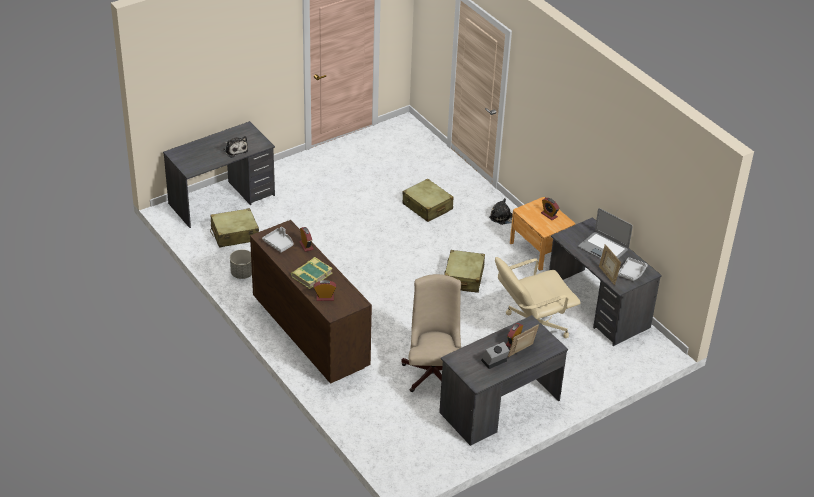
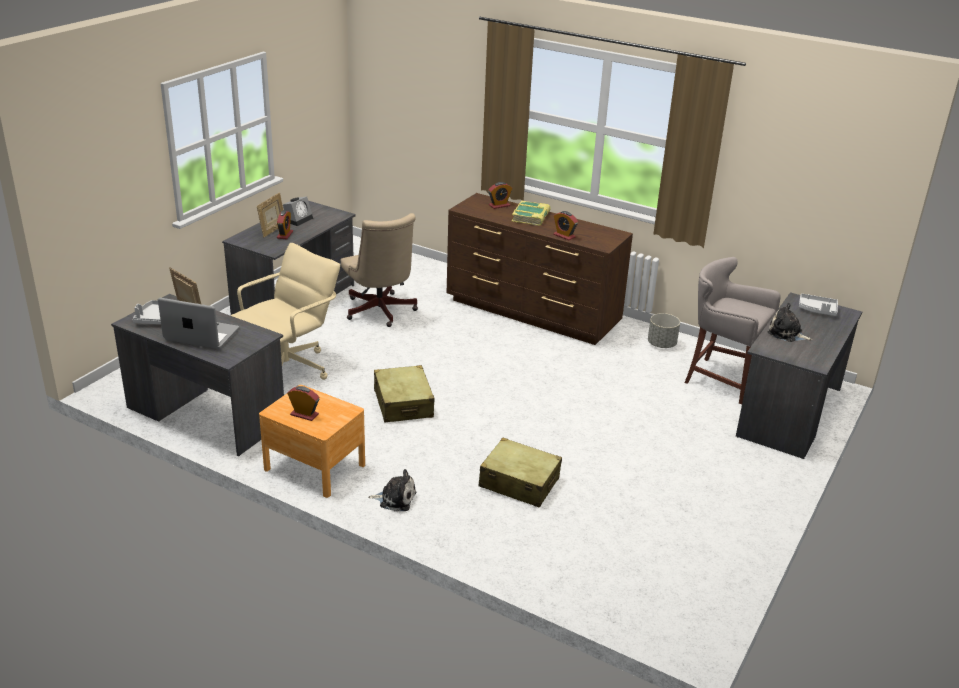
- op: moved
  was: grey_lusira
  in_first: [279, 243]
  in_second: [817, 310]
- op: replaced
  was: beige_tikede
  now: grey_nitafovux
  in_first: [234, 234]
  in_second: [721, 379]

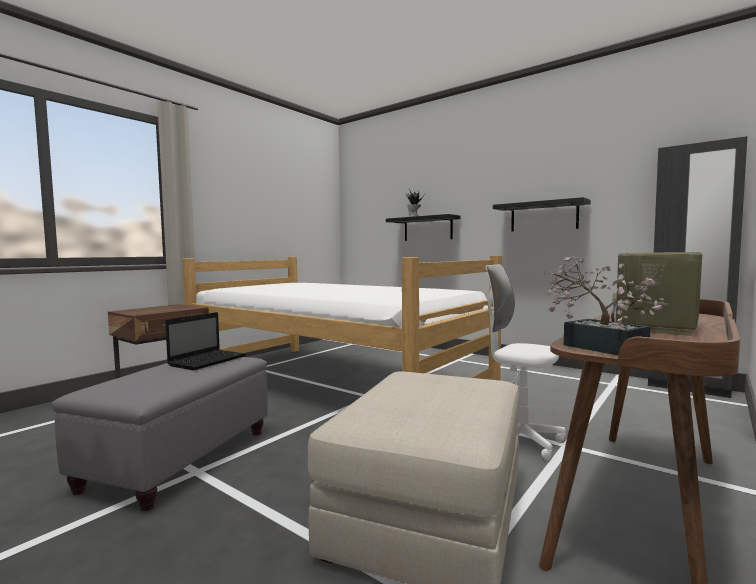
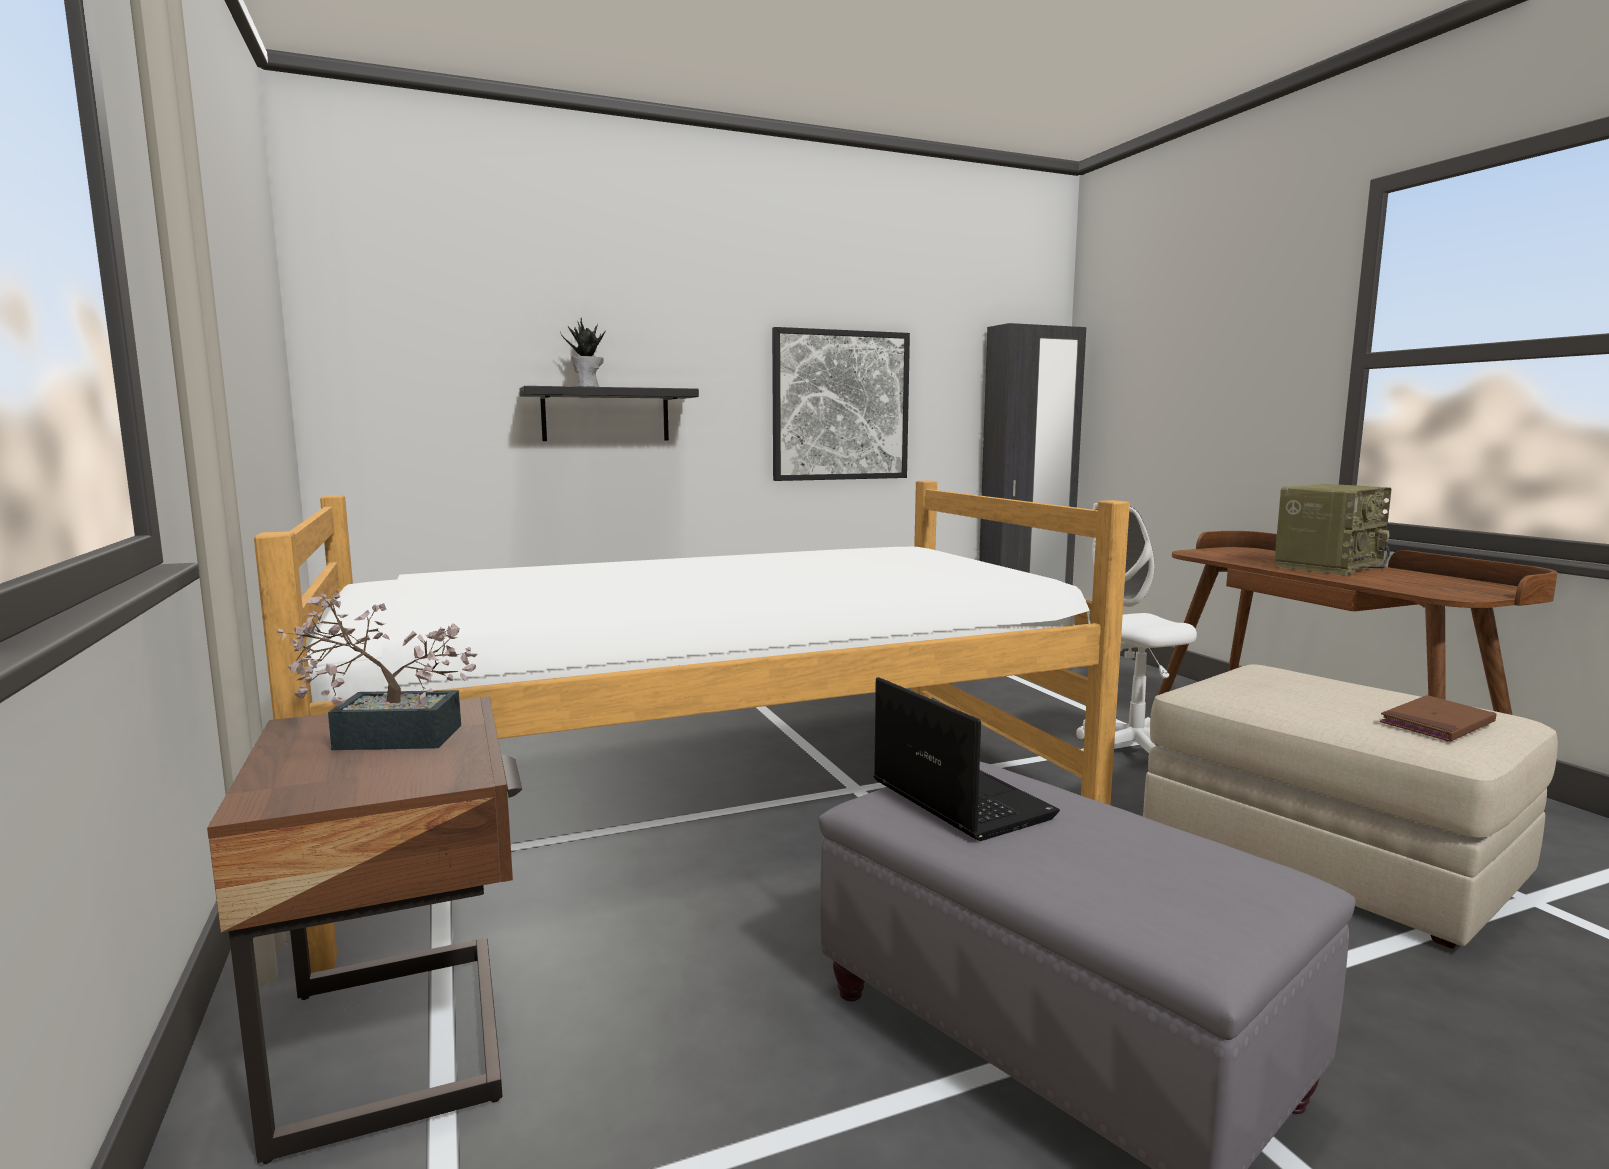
- op: added
  now: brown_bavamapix
  in_second: [1437, 724]
- op: moved
  was: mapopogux
  in_first: [596, 346]
  in_second: [384, 737]
- op: replaced
  was: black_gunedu
  now: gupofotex
  in_first: [543, 216]
  in_second: [840, 405]
- op: turned
  was: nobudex
  in_first: [658, 327]
  in_second: [1327, 567]
  clockwise: -105

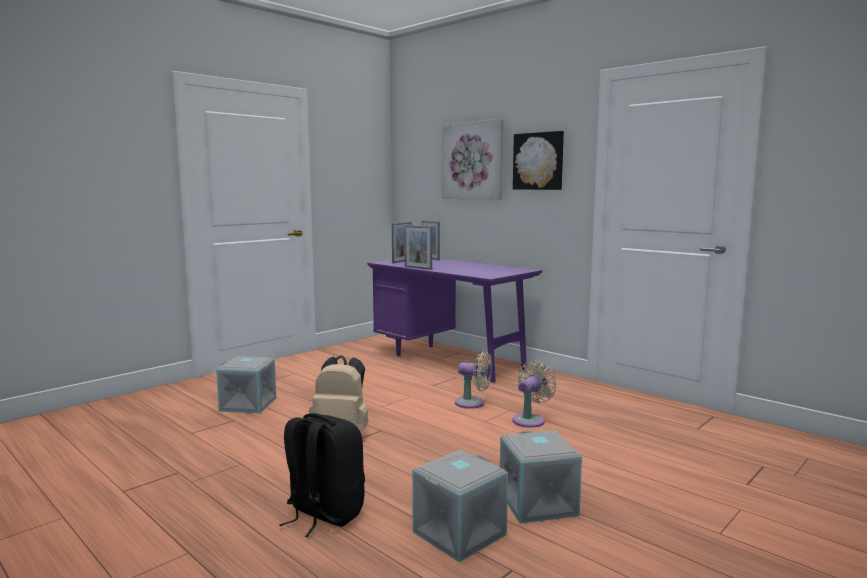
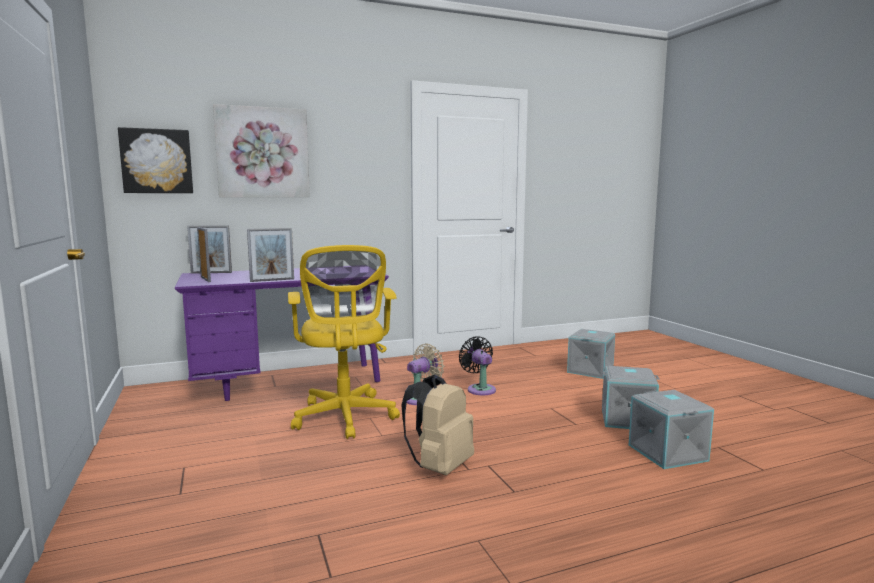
- op: removed
  was: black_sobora
  in_first: [323, 514]
- op: added
  now: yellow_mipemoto
  in_second: [345, 418]
- op: moved
  was: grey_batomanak
  in_first: [249, 404]
  in_second: [589, 370]
- op: moved
  was: gupofotex
  in_first: [539, 161]
  in_second: [157, 161]
- op: recoloured
  was: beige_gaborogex
  now: black_gaborogex
  in_first: [530, 420]
  in_second: [480, 389]

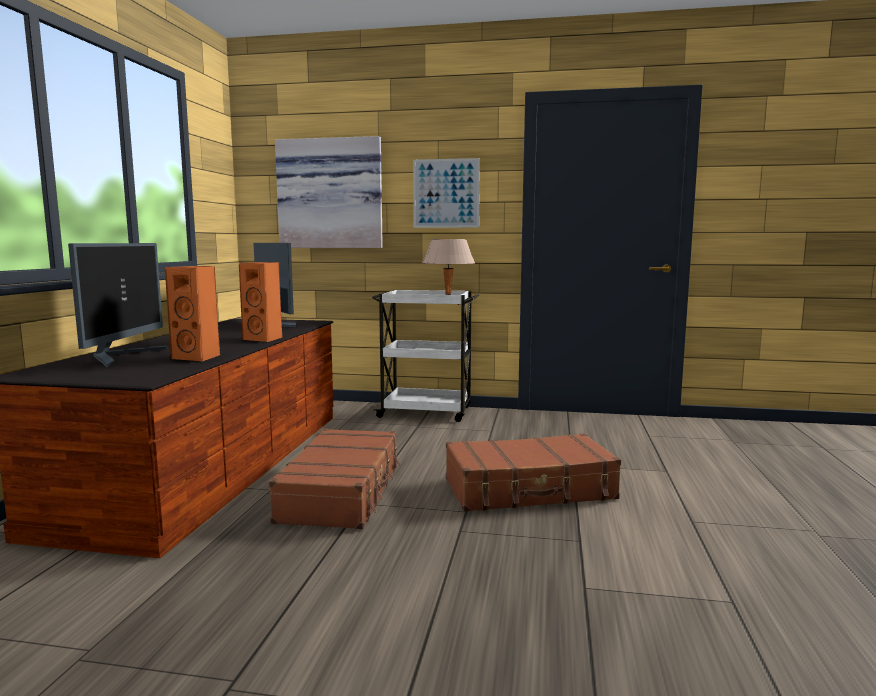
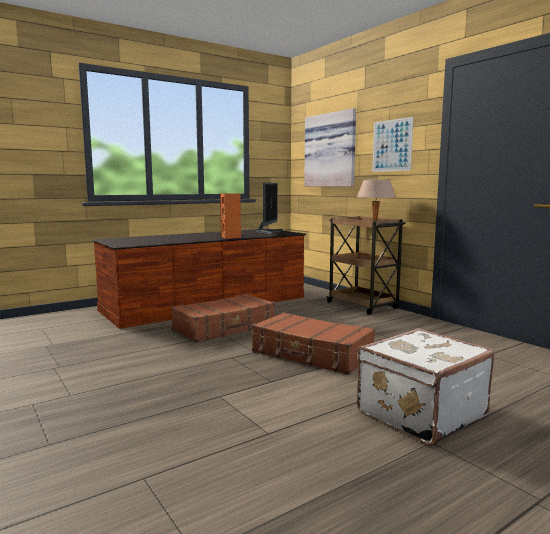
- op: removed
  was: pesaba
  in_first: [122, 356]
- op: removed
  was: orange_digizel
  in_first: [198, 357]
- op: added
  now: white_tikede
  in_second: [419, 413]
- op: recoloured
  was: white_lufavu
  now: brown_lufavu
  in_first: [427, 412]
  in_second: [363, 306]

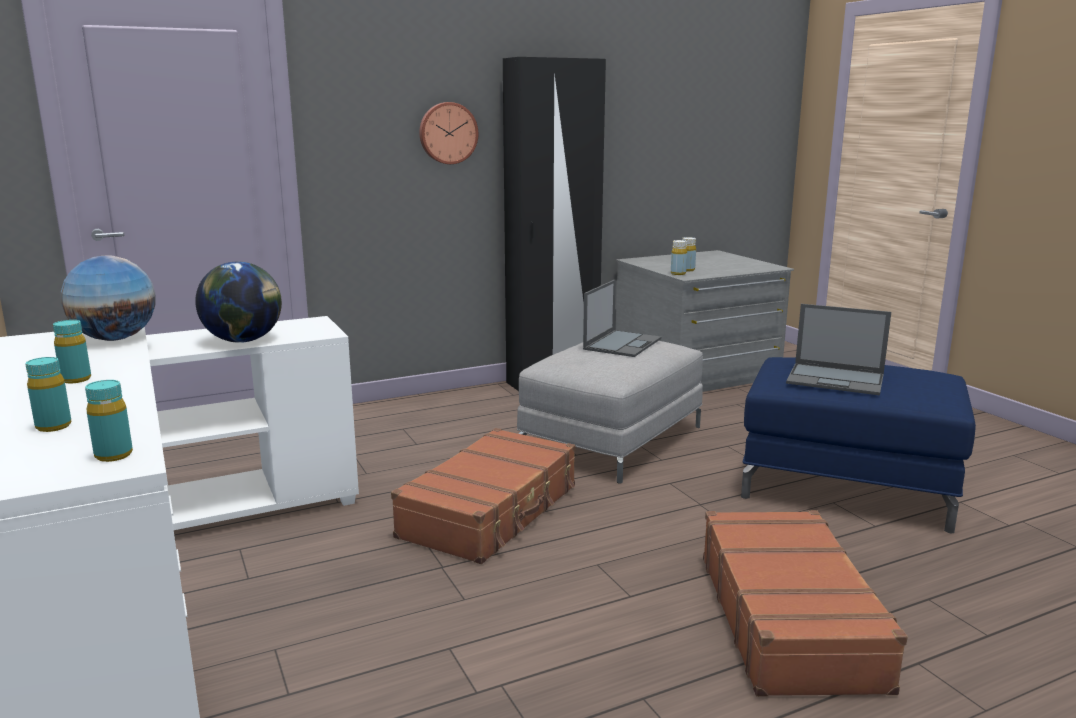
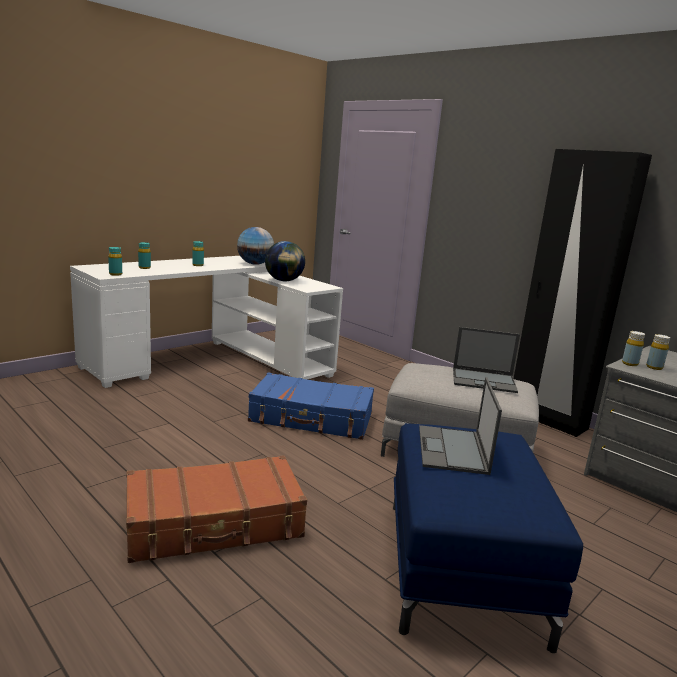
- op: removed
  was: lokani
  in_first: [447, 133]
- op: recoloured
  was: brown_tikede
  now: blue_tikede
  in_first: [491, 511]
  in_second: [311, 418]

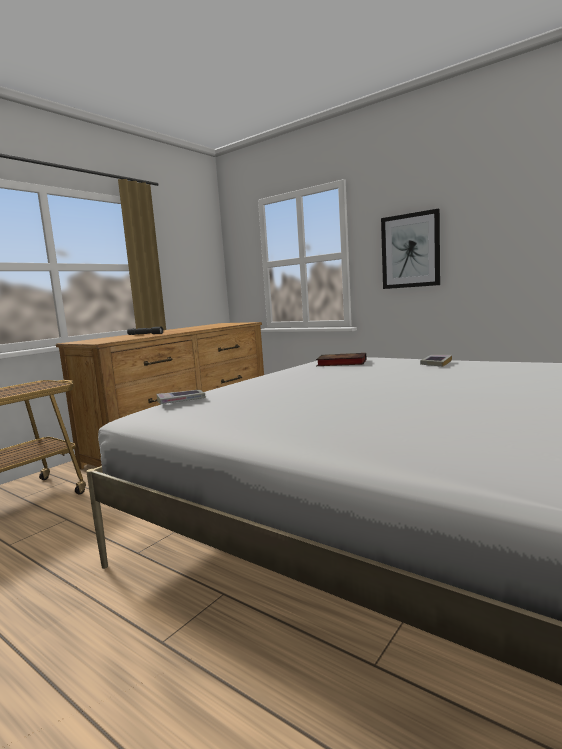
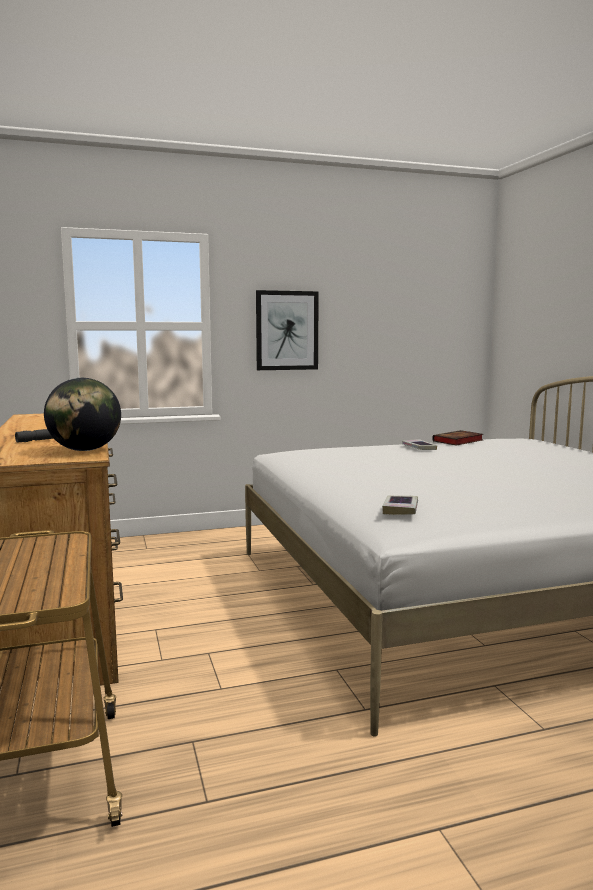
- op: added
  now: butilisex
  in_second: [85, 450]
- op: moved
  was: bavamapix
  in_first: [340, 363]
  in_second: [457, 441]

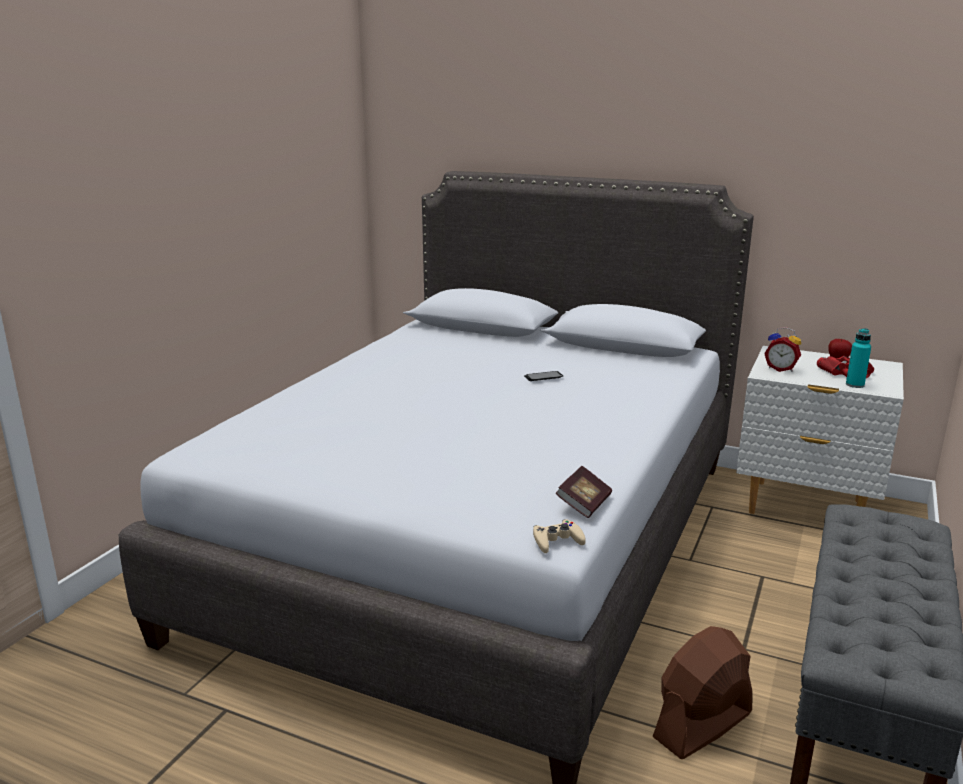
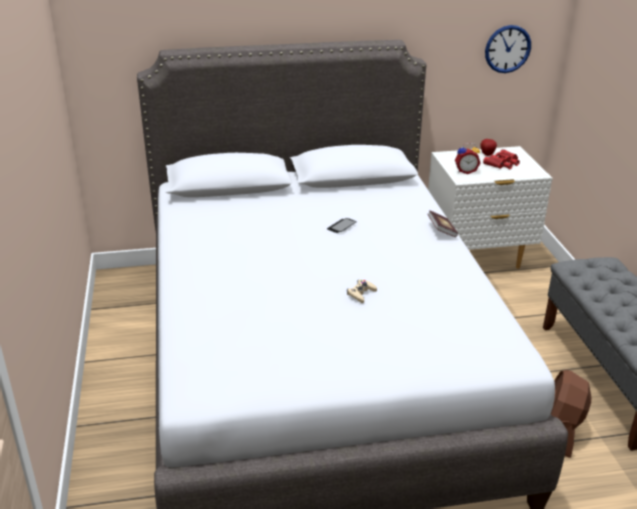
- op: removed
  was: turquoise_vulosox
  in_first: [855, 385]
- op: added
  now: lokani
  in_second: [507, 49]
- op: moved
  was: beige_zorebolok
  in_first: [557, 541]
  in_second: [361, 294]
- op: moved
  was: bavamapix
  in_first: [584, 504]
  in_second: [441, 231]

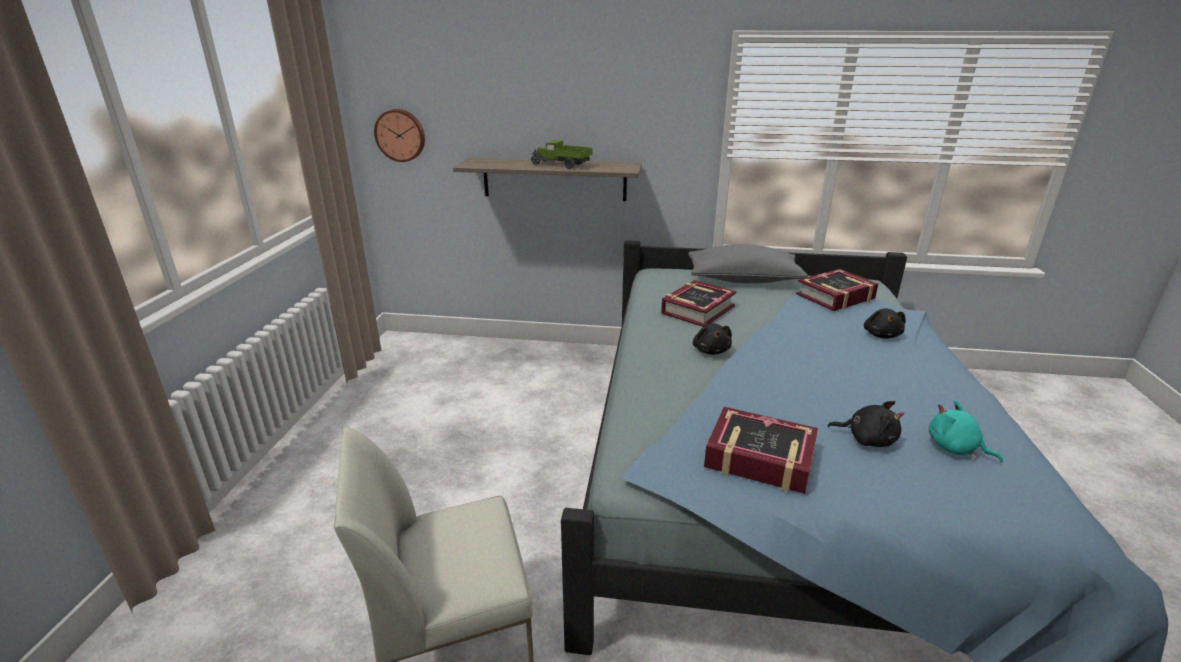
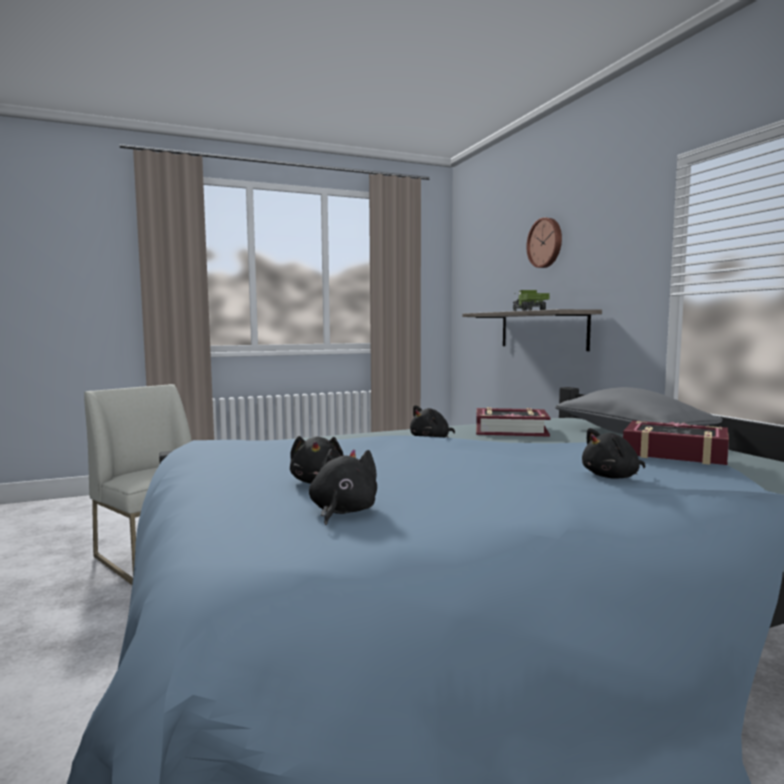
- op: removed
  was: bavamapix
  in_first: [759, 458]
- op: moved
  was: lokani
  in_first: [400, 135]
  in_second: [546, 243]
- op: recoloured
  was: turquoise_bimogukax
  now: black_bimogukax
  in_first: [955, 448]
  in_second: [342, 511]

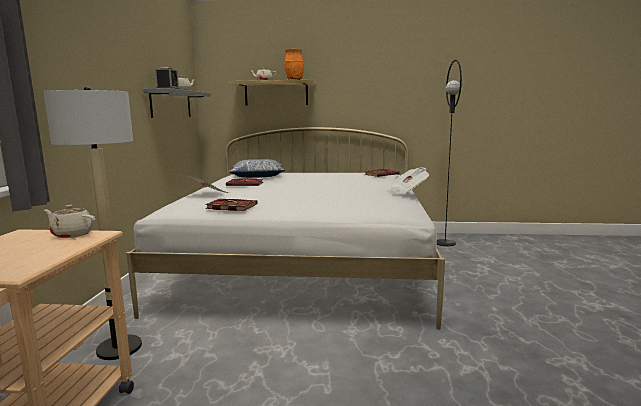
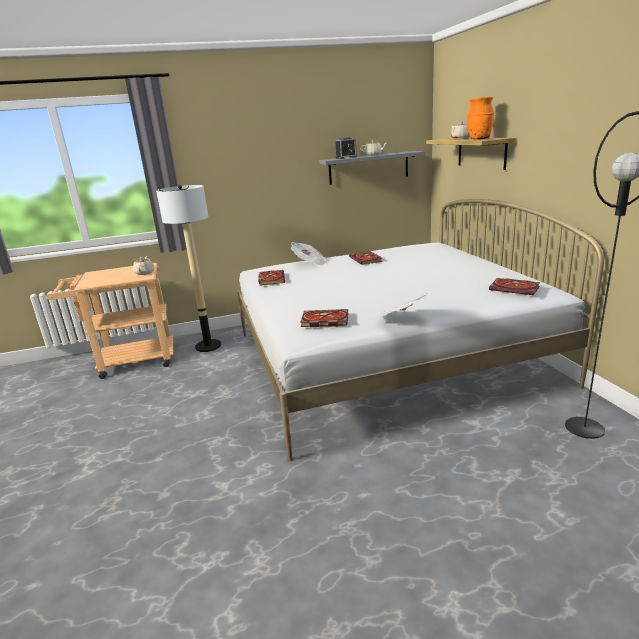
- op: removed
  was: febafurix
  in_first: [257, 176]
- op: added
  now: bavamapix
  in_second: [323, 320]

